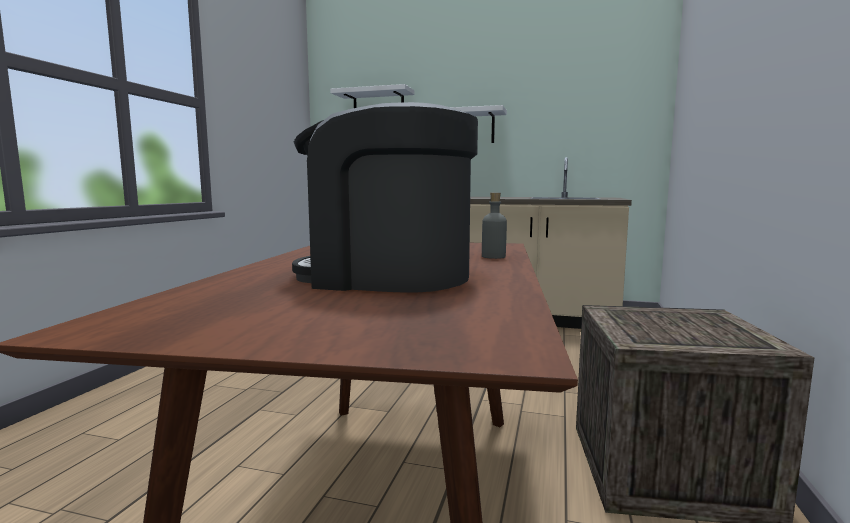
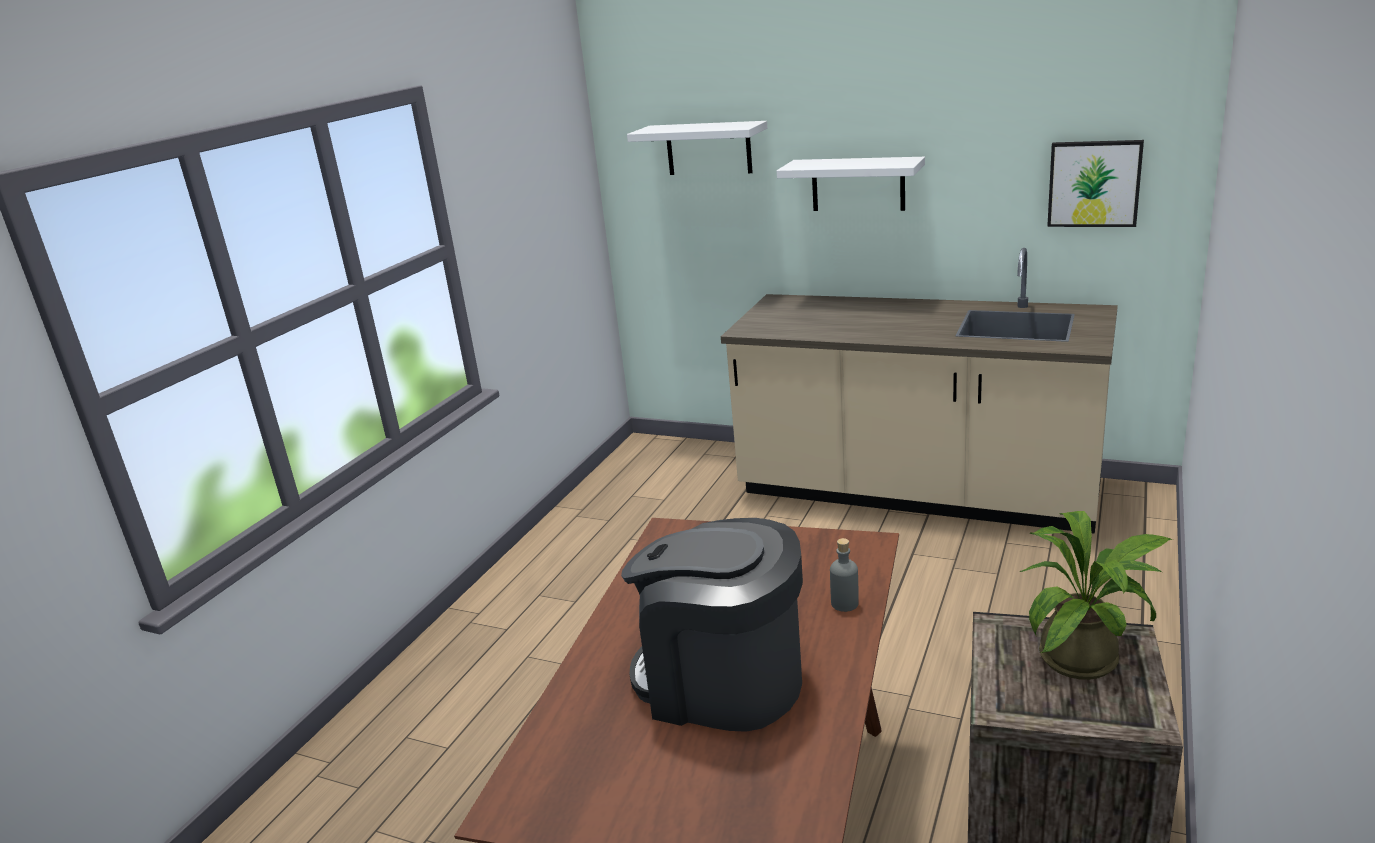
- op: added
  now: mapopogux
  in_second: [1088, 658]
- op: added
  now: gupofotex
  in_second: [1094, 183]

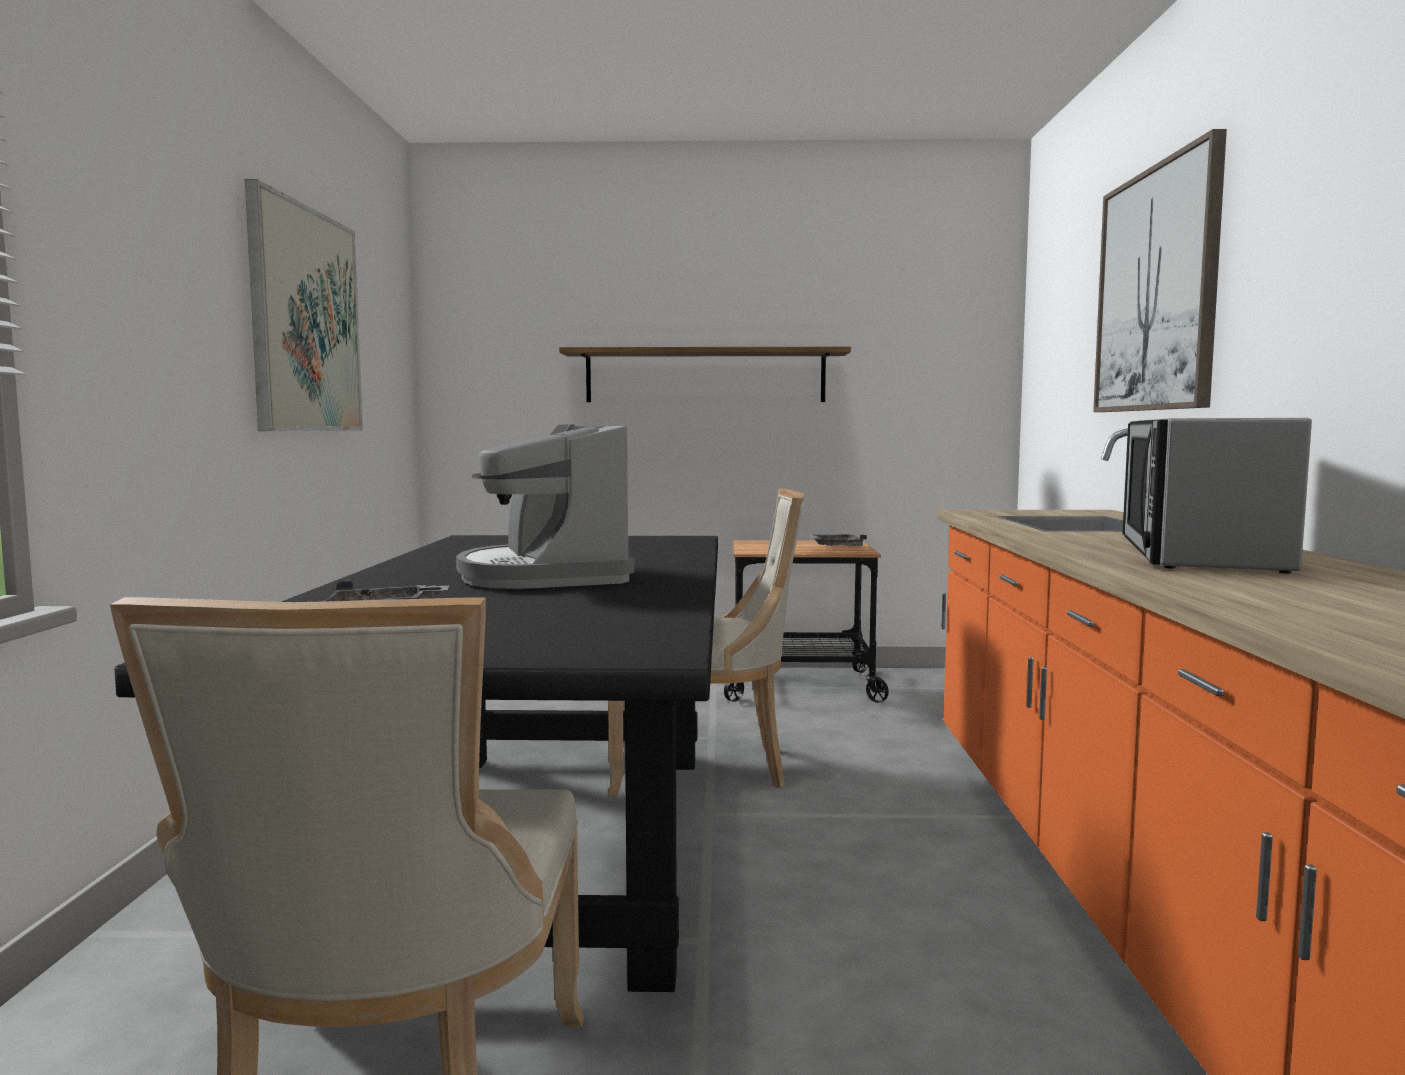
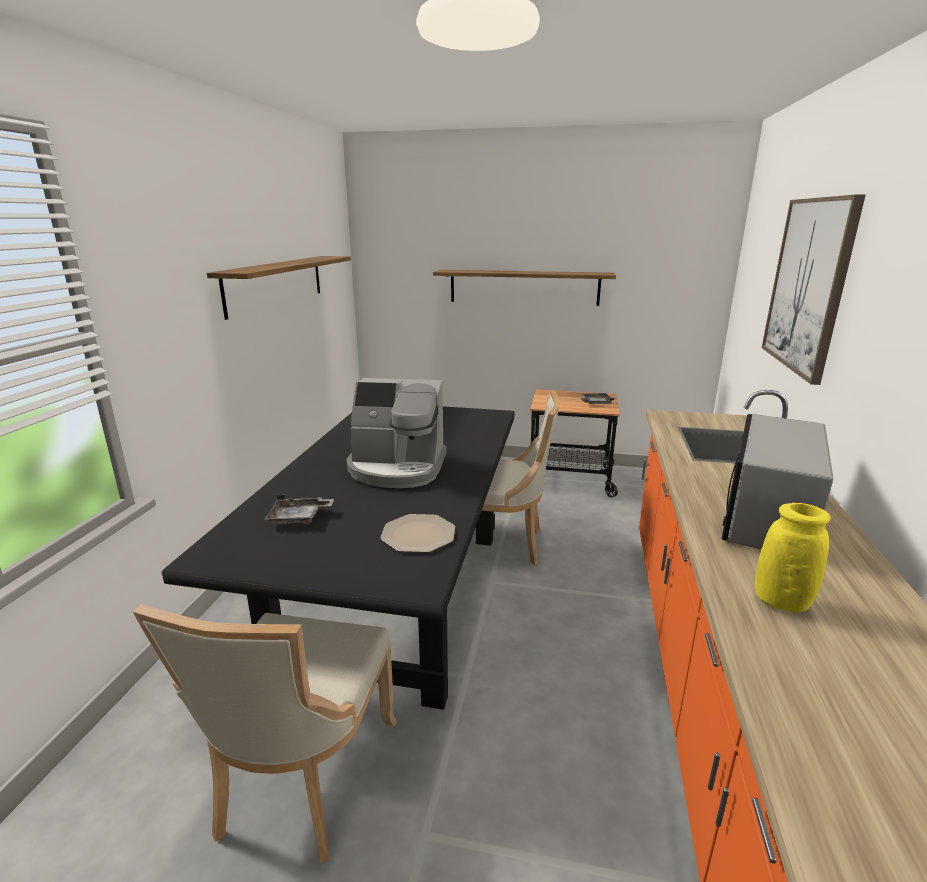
- op: added
  now: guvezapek
  in_second: [417, 535]
- op: added
  now: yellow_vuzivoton
  in_second: [781, 602]
- op: replaced
  was: gupofotex
  now: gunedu
  in_first: [305, 321]
  in_second: [276, 283]
- op: turned
  was: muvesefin
  in_first: [545, 576]
  in_second: [397, 468]
  clockwise: -75

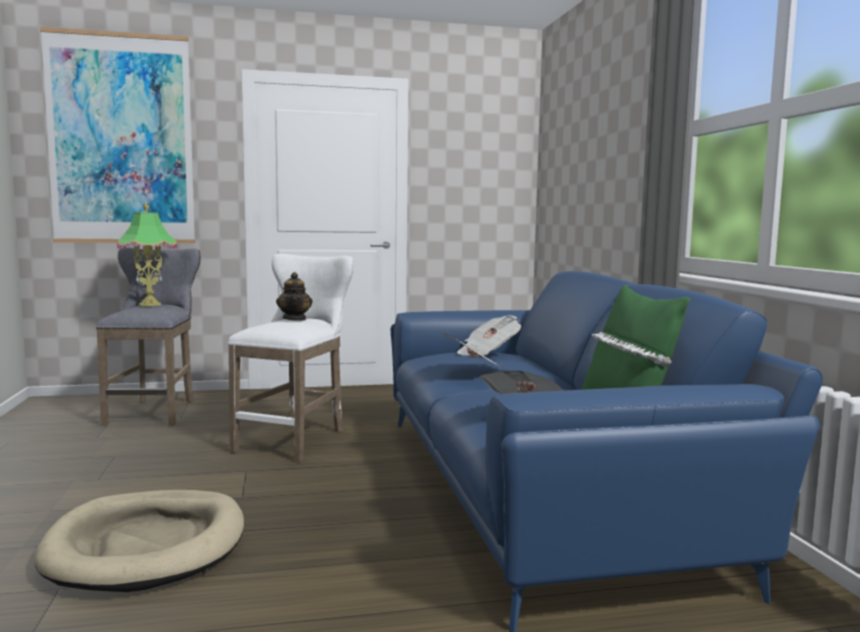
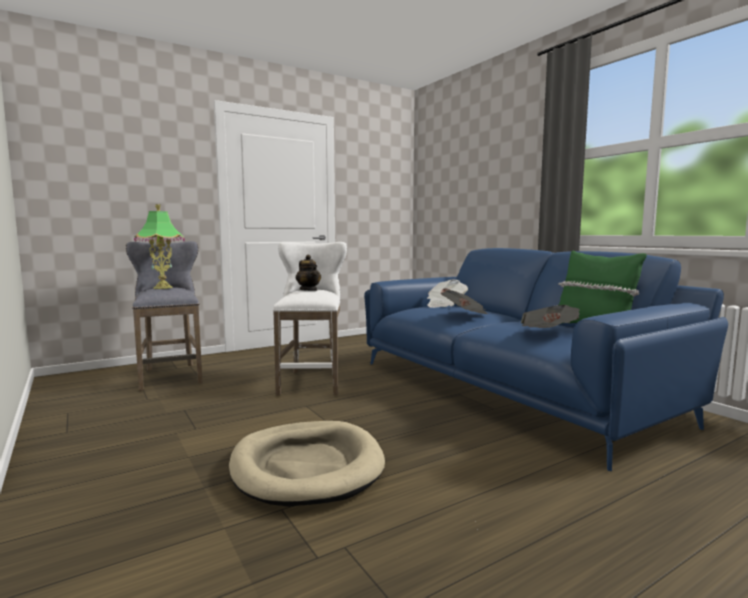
- op: removed
  was: gupofotex
  in_first: [121, 140]

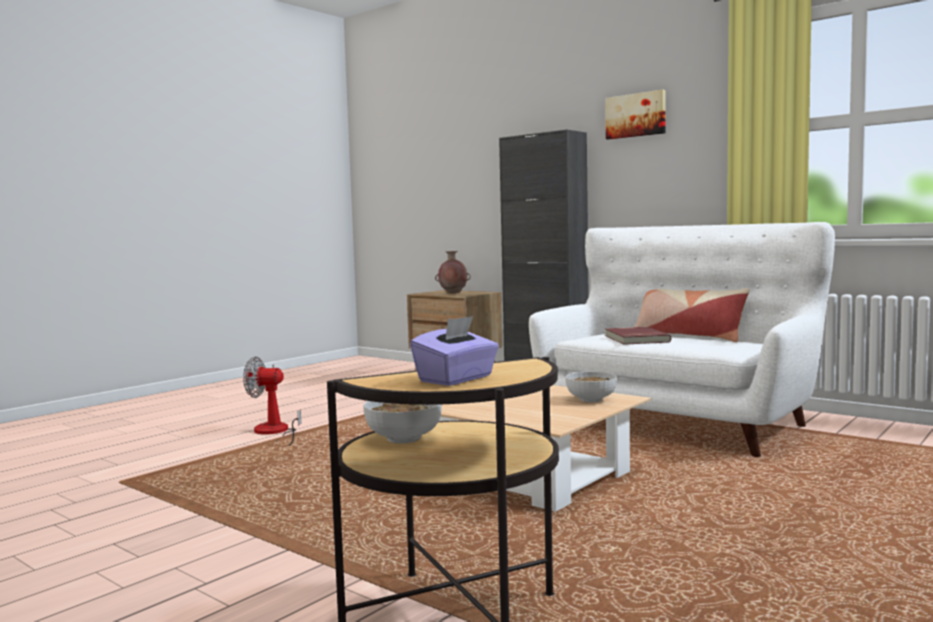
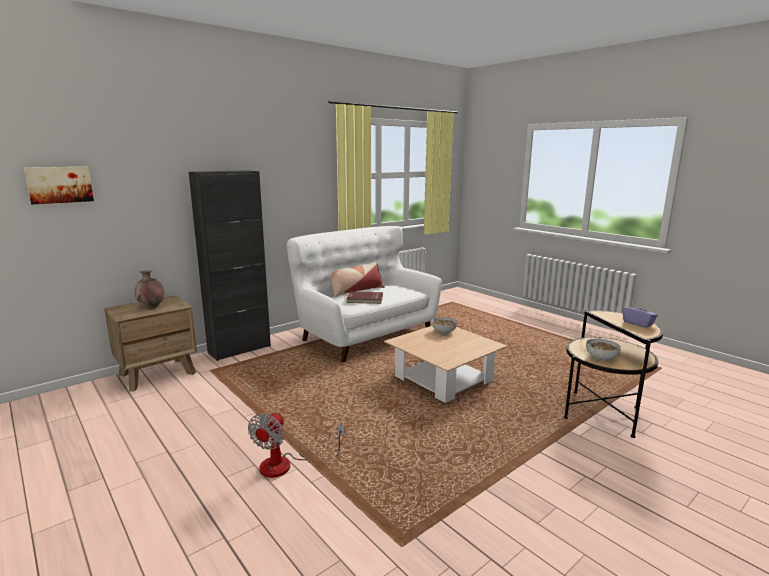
- op: moved
  was: gupofotex
  in_first: [636, 115]
  in_second: [59, 184]

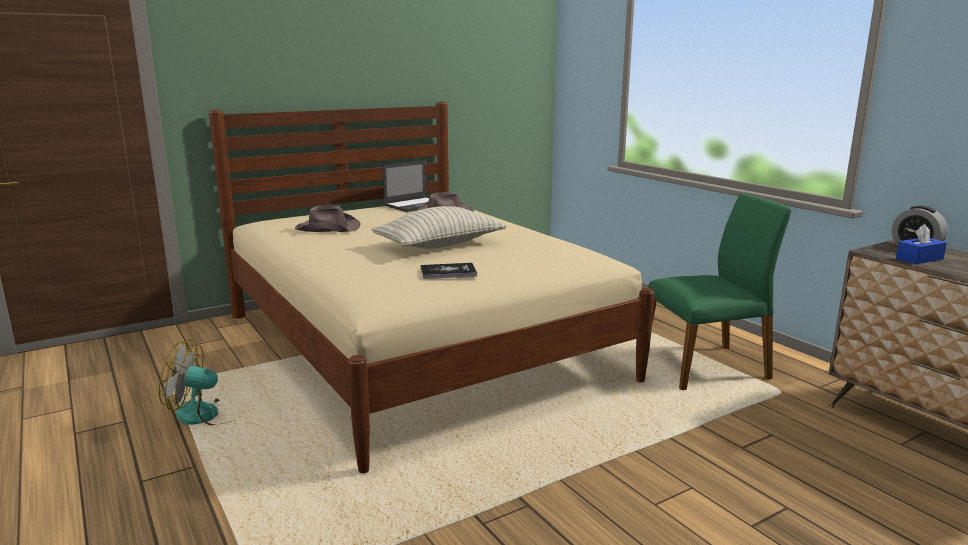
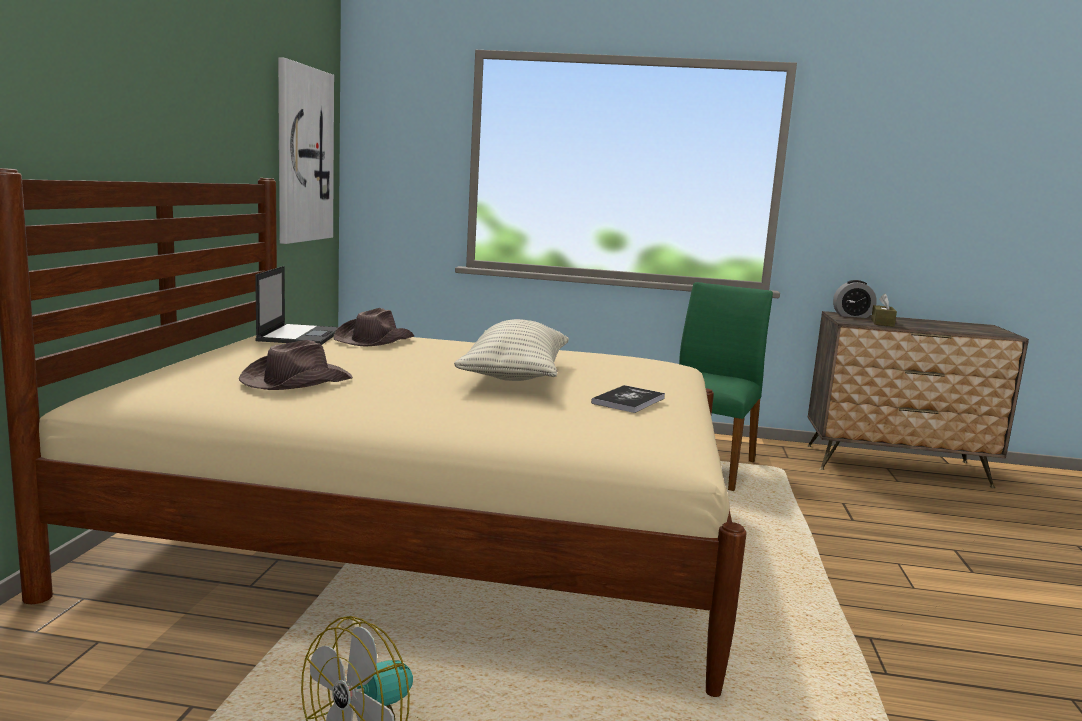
- op: added
  now: gupofotex
  in_second: [303, 155]
- op: recoloured
  was: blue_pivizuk
  now: brown_pivizuk
  in_first: [919, 259]
  in_second: [882, 323]

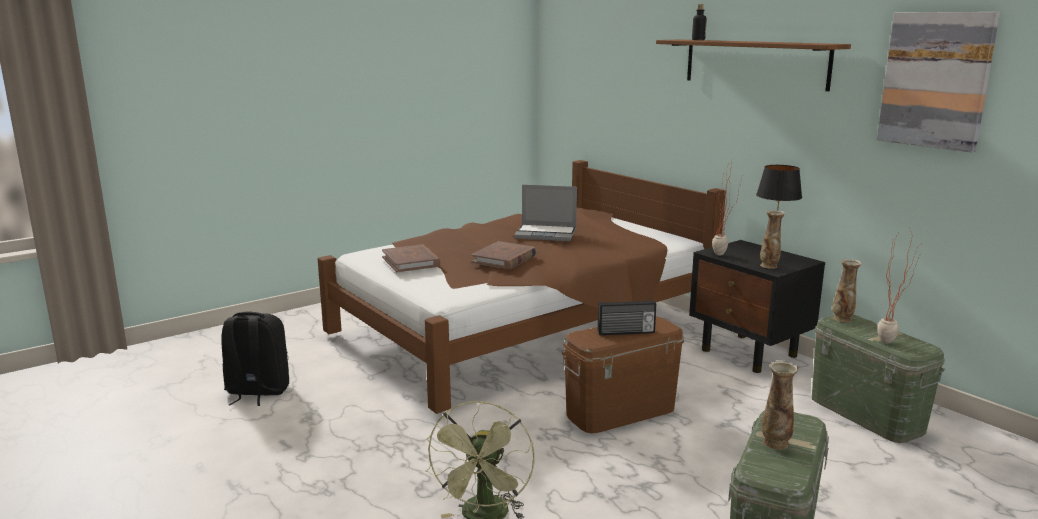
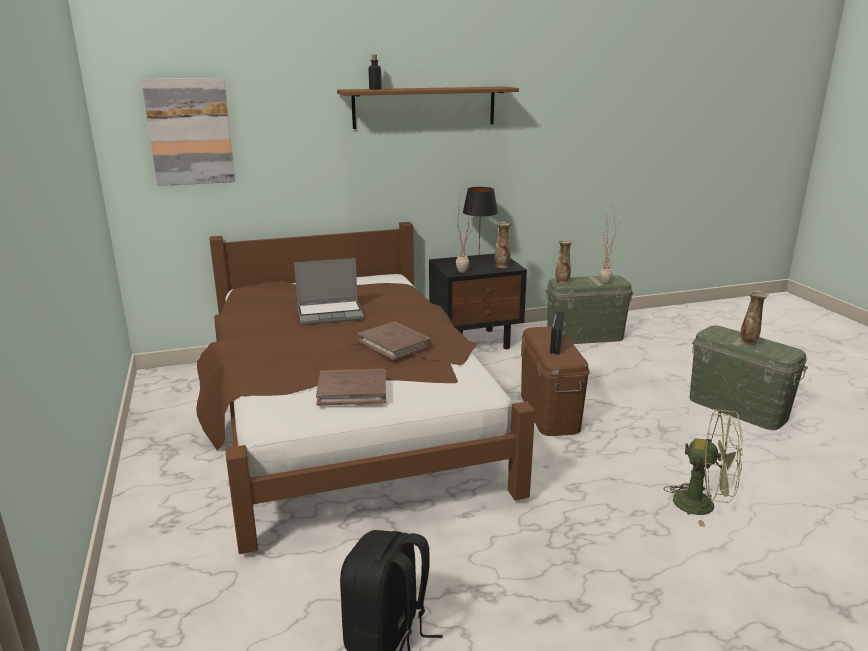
- op: moved
  was: gupofotex
  in_first: [936, 80]
  in_second: [190, 132]
- op: turned
  was: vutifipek
  in_first: [546, 234]
  in_second: [331, 313]
  clockwise: 45

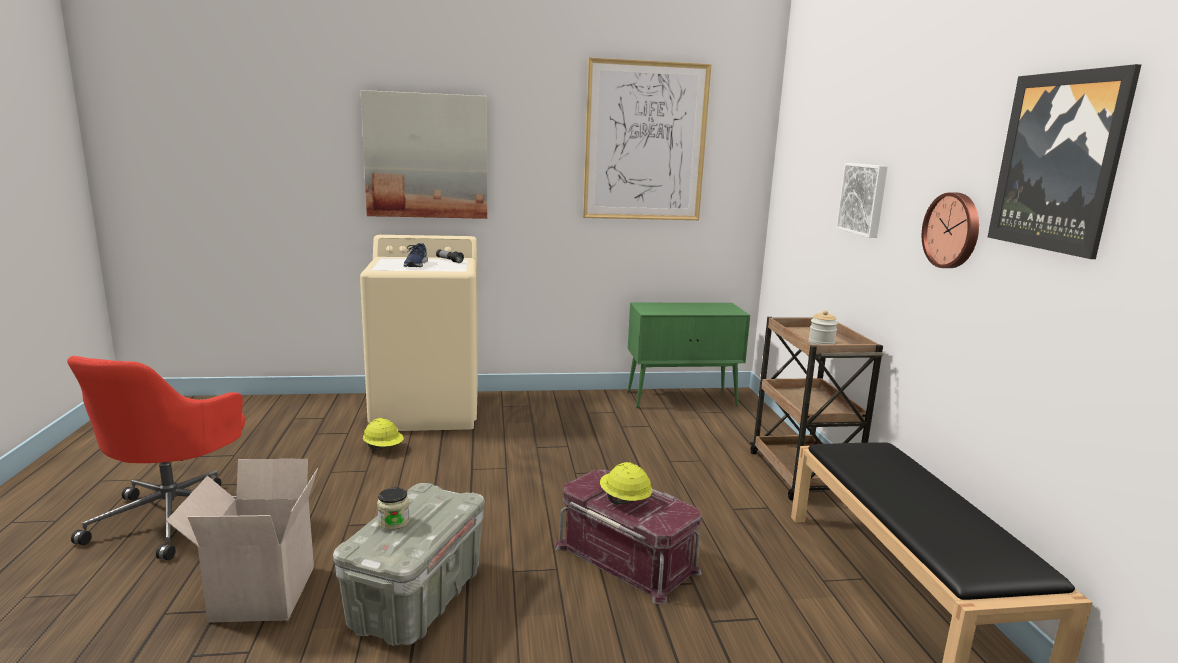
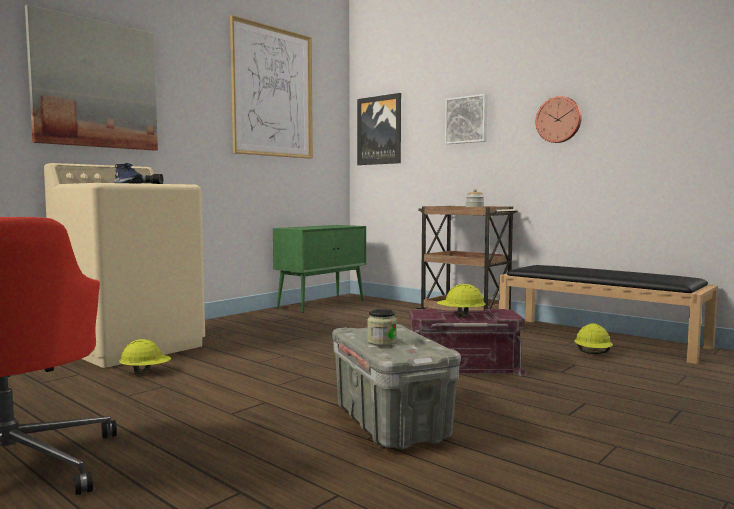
- op: removed
  was: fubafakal
  in_first: [261, 592]
- op: added
  now: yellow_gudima
  in_second: [593, 354]
- op: moved
  was: gupofotex
  in_first: [1059, 162]
  in_second: [379, 130]

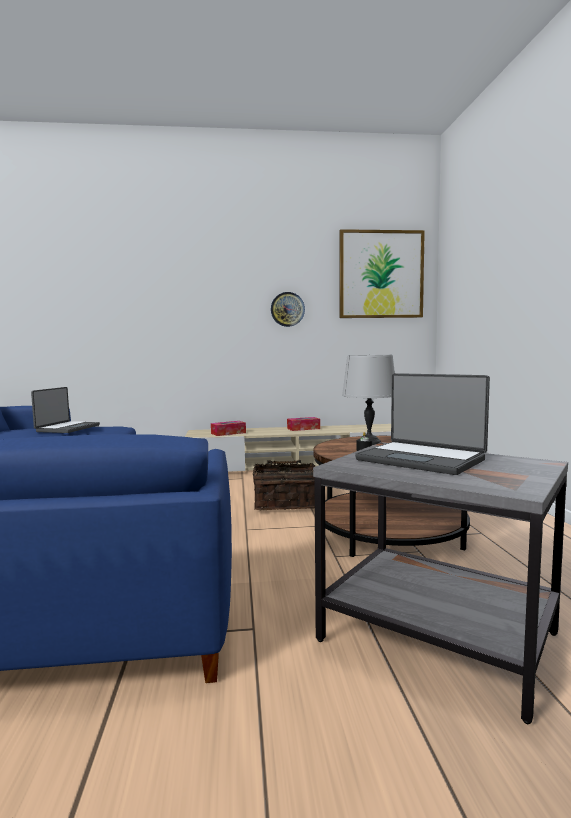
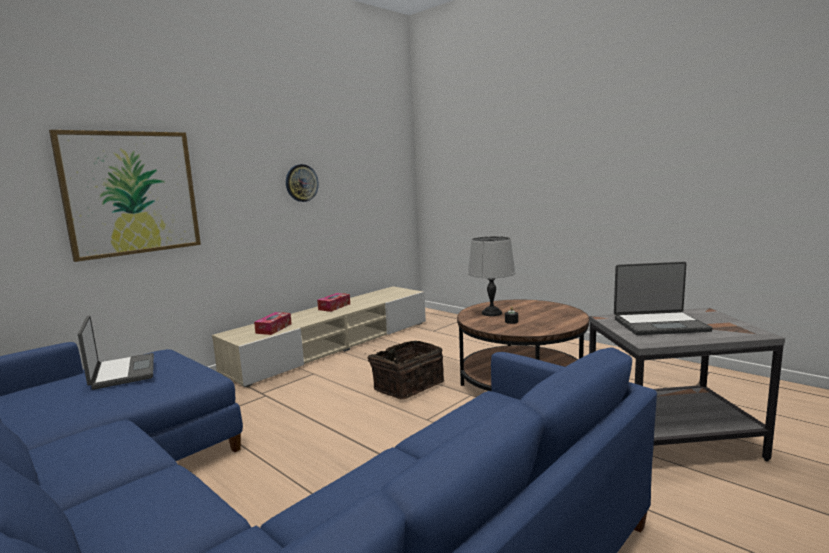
- op: moved
  was: gupofotex
  in_first: [381, 274]
  in_second: [131, 193]

